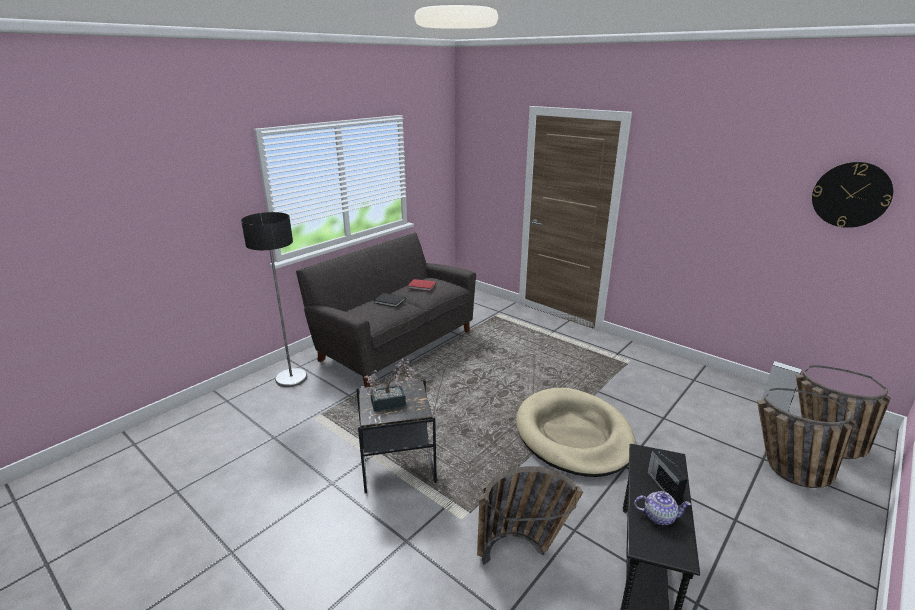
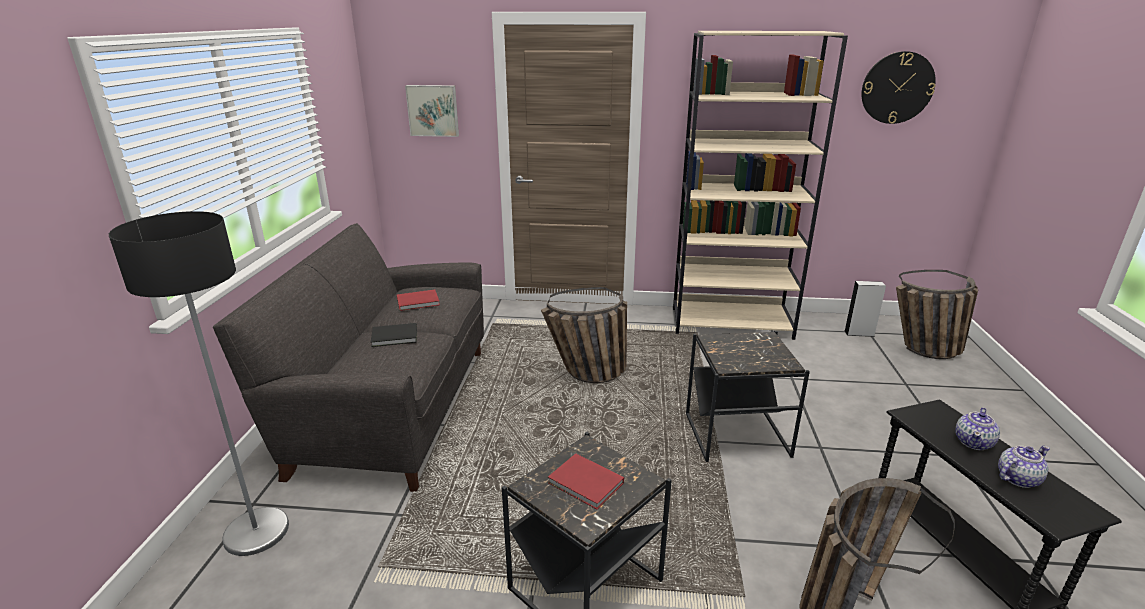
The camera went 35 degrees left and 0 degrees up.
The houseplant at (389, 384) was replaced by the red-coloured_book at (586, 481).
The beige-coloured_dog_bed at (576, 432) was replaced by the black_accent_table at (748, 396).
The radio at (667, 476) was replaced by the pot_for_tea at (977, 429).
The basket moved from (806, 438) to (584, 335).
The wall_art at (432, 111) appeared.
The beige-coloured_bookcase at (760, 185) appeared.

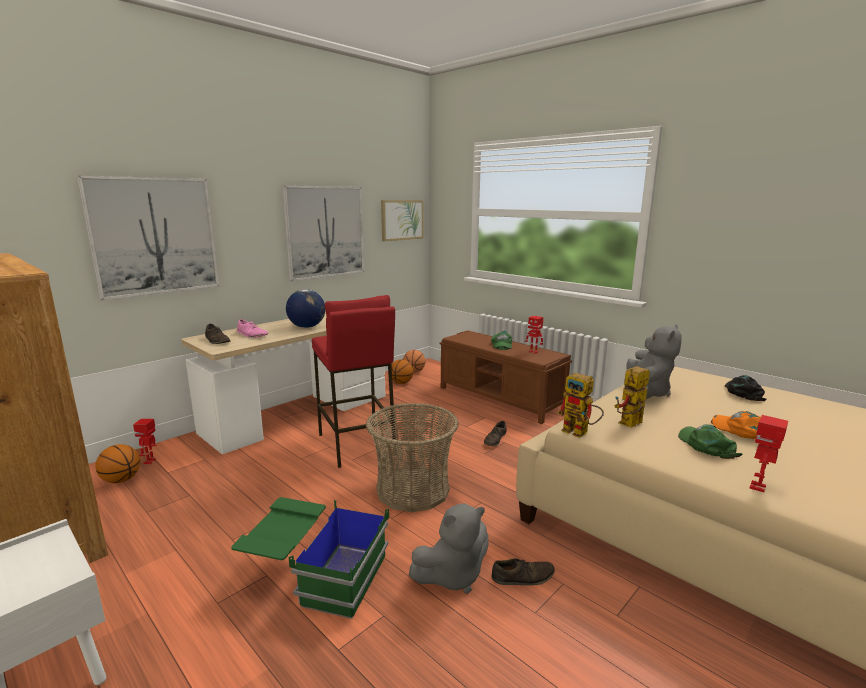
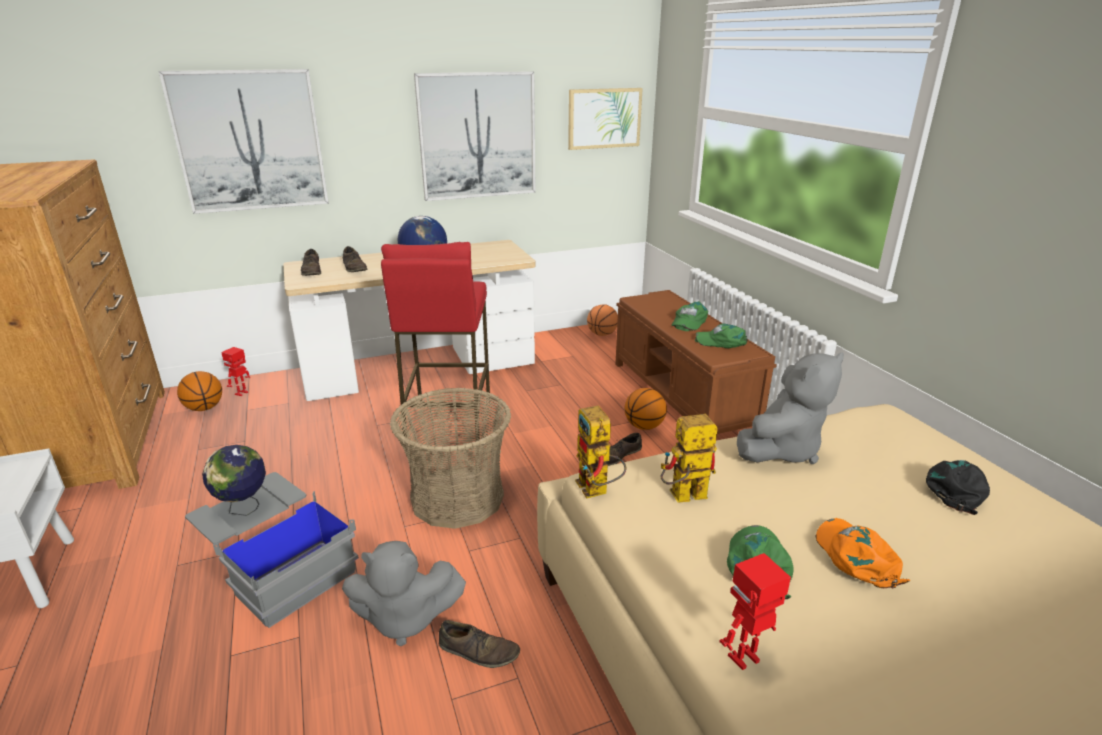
The camera went 25 degrees right and 10 degrees up.
The green_storage_bin at (310, 558) became the gray_storage_bin at (272, 550).
The pink-coloured_item_of_footwear at (252, 328) became the brownish_item_of_footwear at (355, 259).
The basketball_ball moved from (402, 371) to (646, 409).
The robot_figure at (534, 335) was replaced by the green_baseball_cap at (721, 336).
The world_globe at (234, 480) appeared.

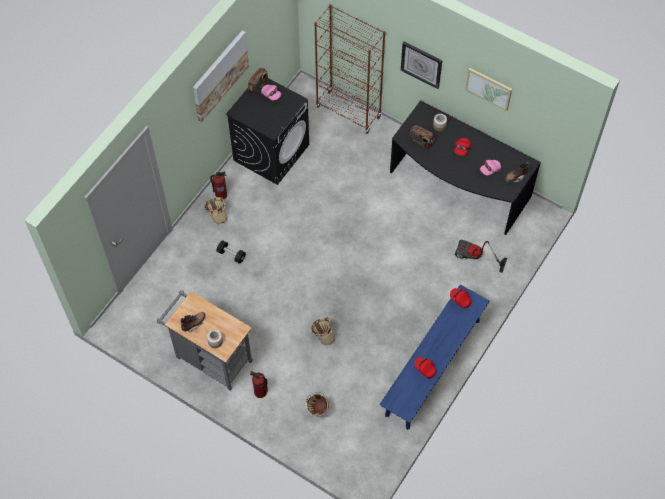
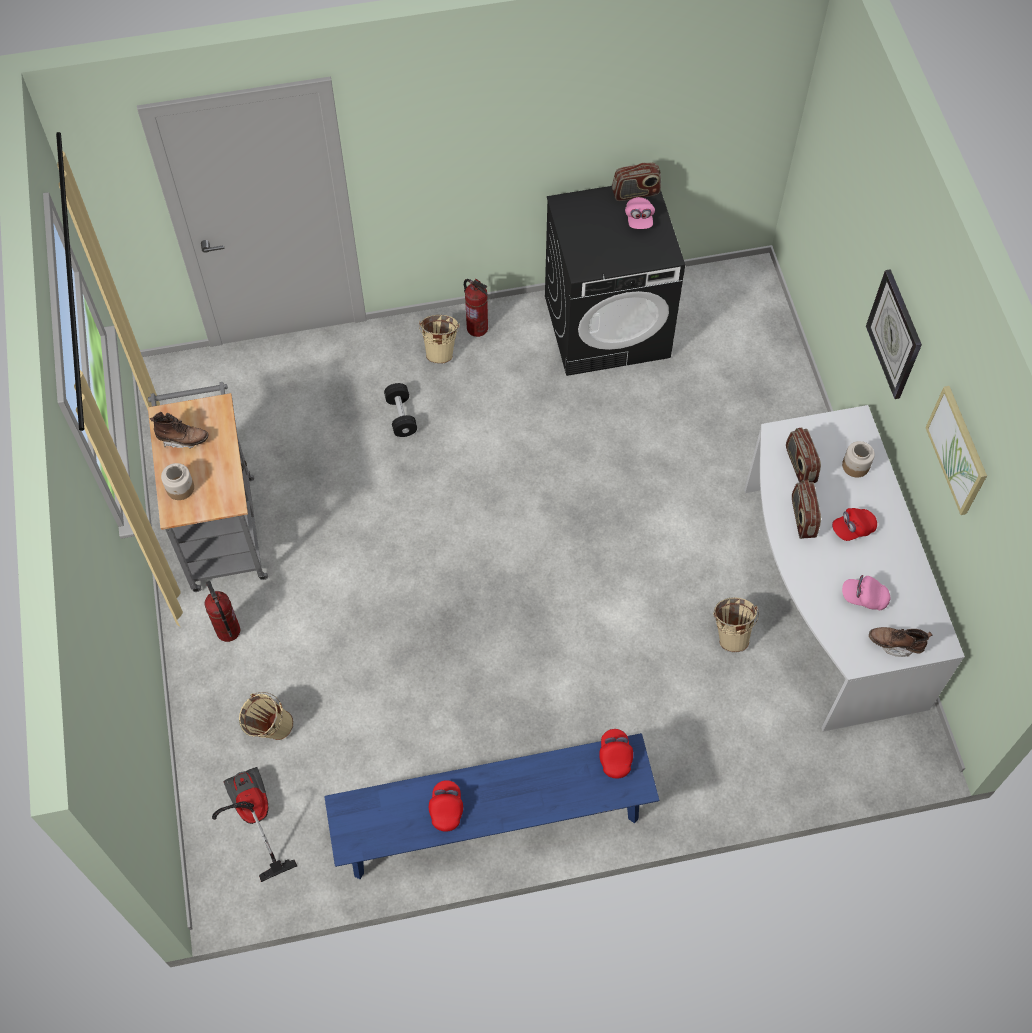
The camera went 45 degrees right and 0 degrees up.
The wall_art at (221, 76) disappeared.
The beige-coloured_water_bucket moved from (323, 331) to (736, 625).
The brownish_bookcase at (349, 69) disappeared.
The black_desk_table at (465, 167) became the whitish_desk_table at (854, 568).
The hoover moved from (481, 256) to (254, 824).
The radio at (806, 509) appeared.

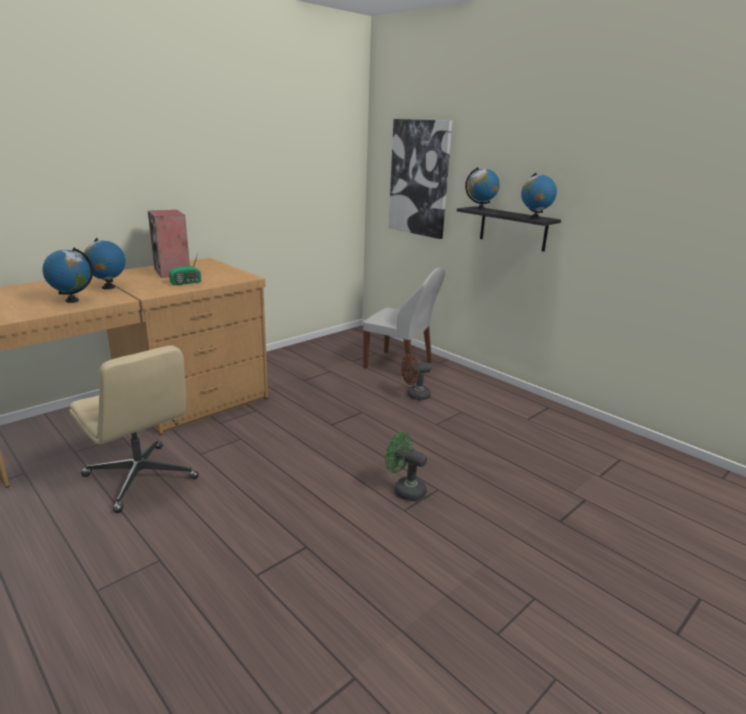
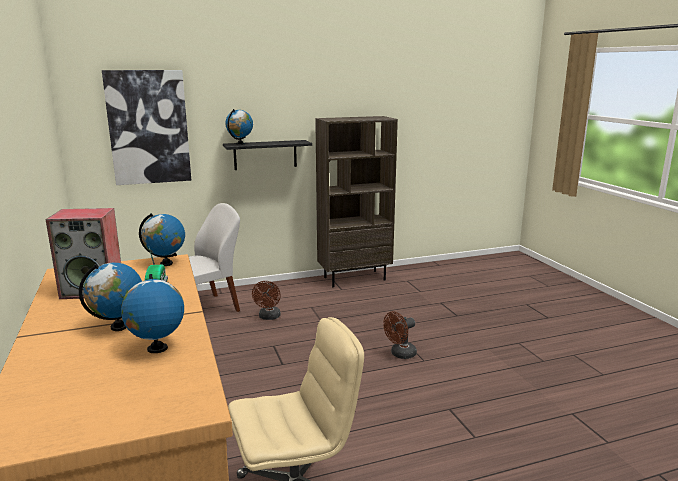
The camera went 65 degrees left and 5 degrees down.
The green_electric_fan at (406, 466) became the brownish_electric_fan at (400, 335).
The world_globe moved from (539, 196) to (162, 239).
The brownish_bookcase at (356, 201) appeared.

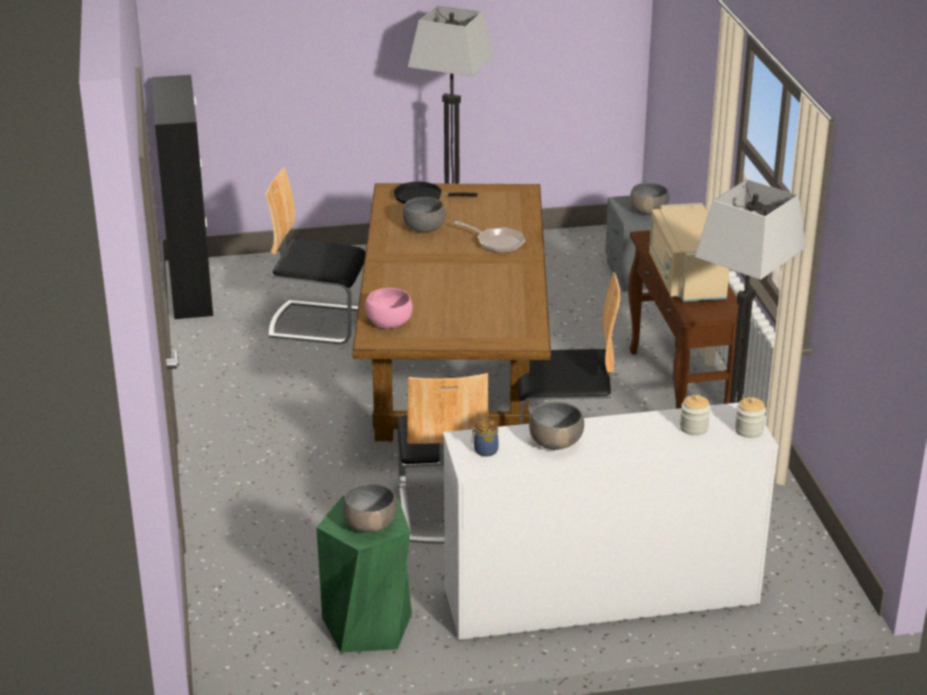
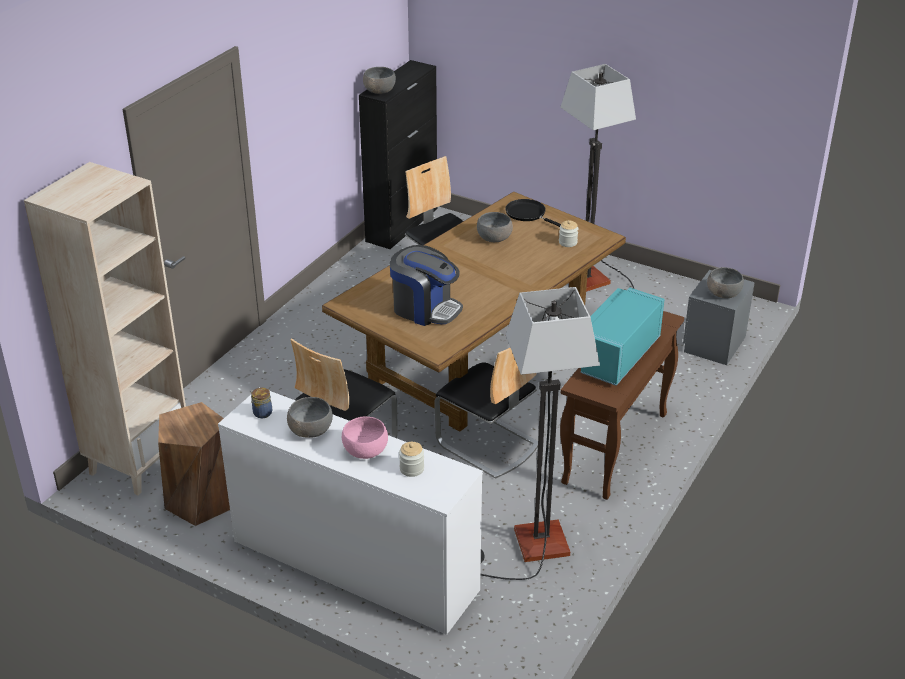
The camera went 40 degrees right and 5 degrees up.
The green_stool_seat at (364, 574) became the brownish_stool_seat at (194, 464).
The gray_serving_bowl moved from (370, 508) to (379, 80).
The pink-coloured_serving_bowl moved from (389, 308) to (365, 437).
The pan at (489, 237) disappeared.
The beige-coloured_kitchen_microwave at (689, 252) became the turquoise-coloured_kitchen_microwave at (623, 336).
The preserve_jar moved from (750, 417) to (568, 233).
The beige-coloured_bookcase at (105, 328) appeared.
The coffee_brewer at (426, 285) appeared.

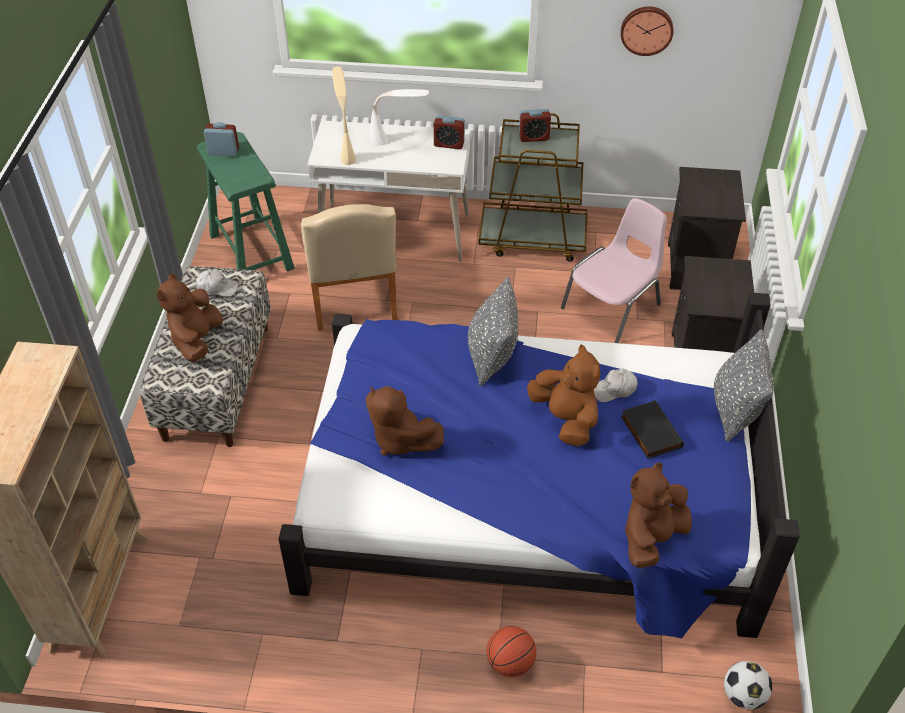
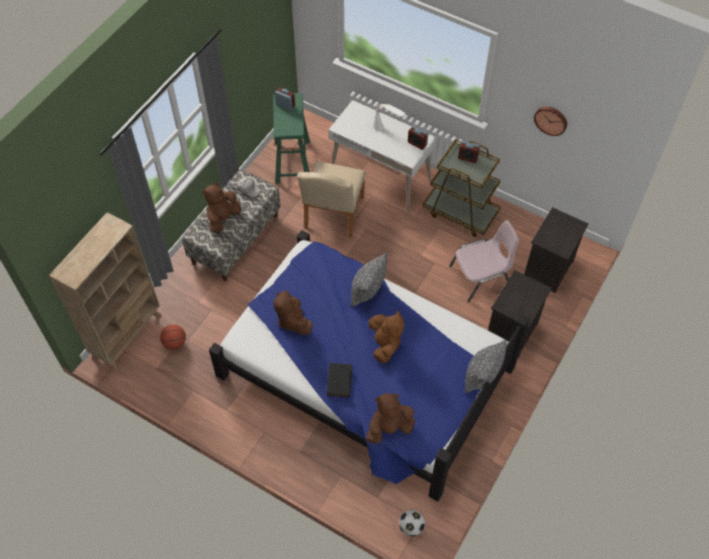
The camera went 25 degrees right and 10 degrees up.
The beige-coloured_table_lamp at (344, 115) disappeared.
The basketball_ball moved from (511, 651) to (173, 337).
The whitish_baseball_cap at (616, 385) disappeared.
The black_book moved from (652, 429) to (339, 380).

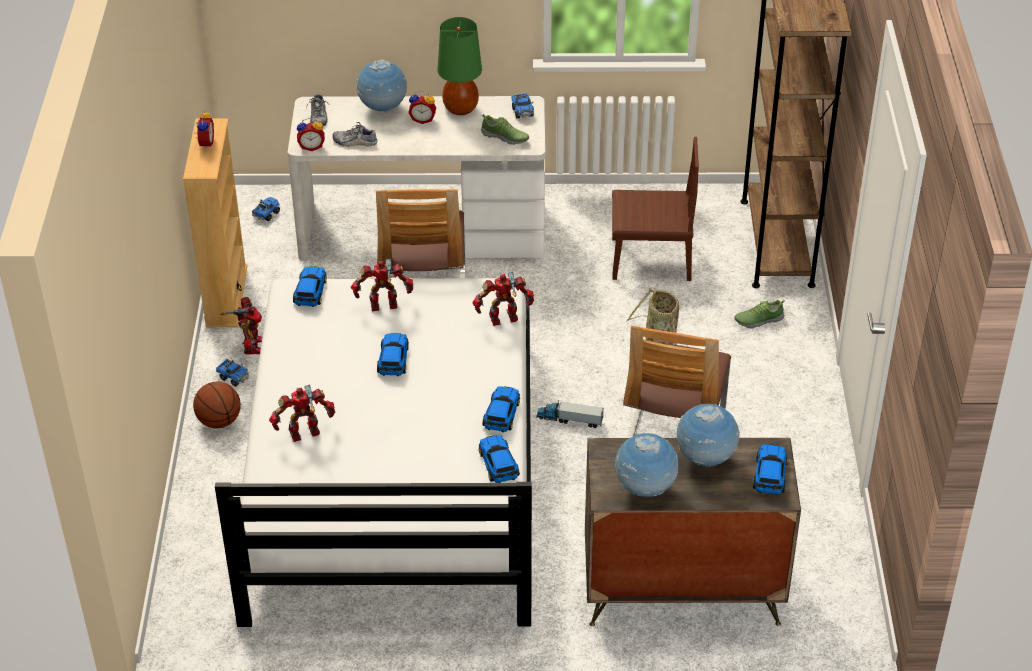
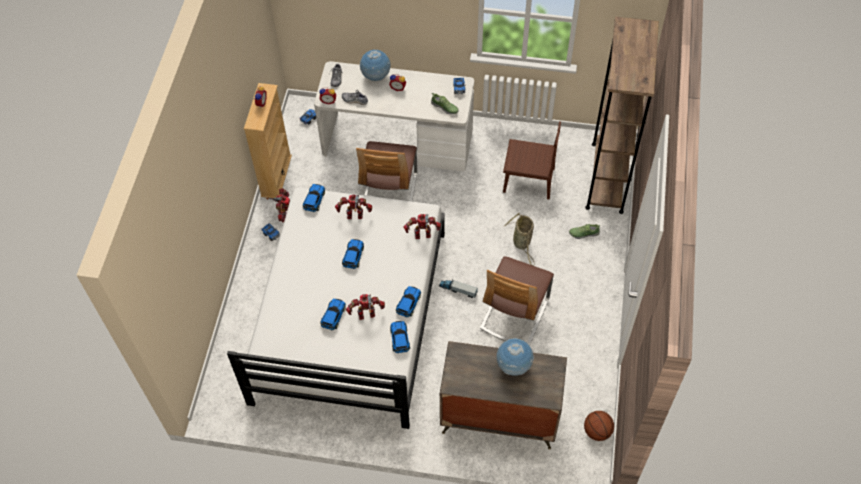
The camera went 10 degrees right and 15 degrees up.
The basketball_ball moved from (217, 405) to (599, 426).
The robot_figure moved from (302, 413) to (365, 307).
The green_table_lamp at (459, 66) disappeared.
The world_globe at (647, 465) disappeared.
The model_car moved from (770, 469) to (333, 314).

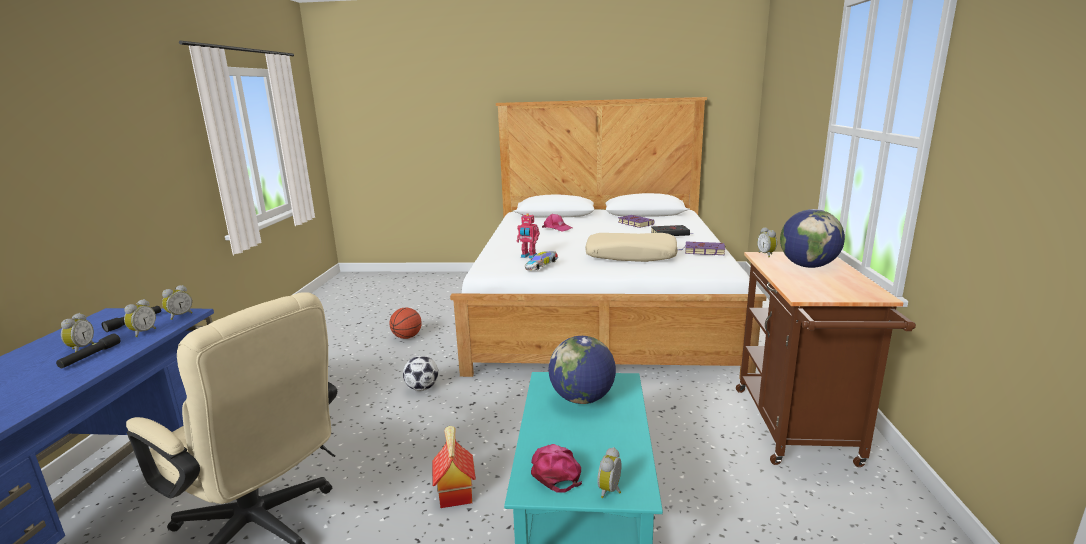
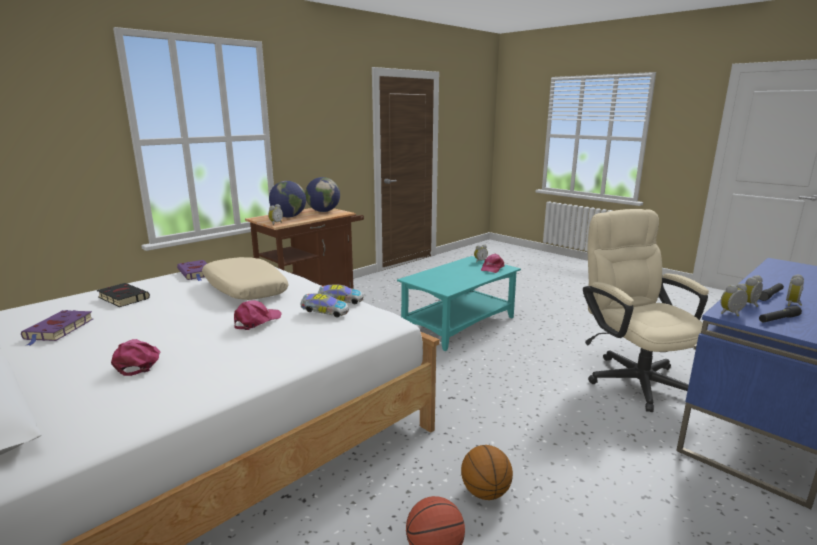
The camera went 140 degrees left and 0 degrees up.
The football at (421, 373) disappeared.
The miniature_house at (454, 467) disappeared.
The robot_figure at (528, 236) was replaced by the model_car at (324, 305).
The world_globe moved from (582, 370) to (322, 194).
The pink-coloured_baseball_cap at (258, 315) appeared.
The basketball_ball at (487, 472) appeared.

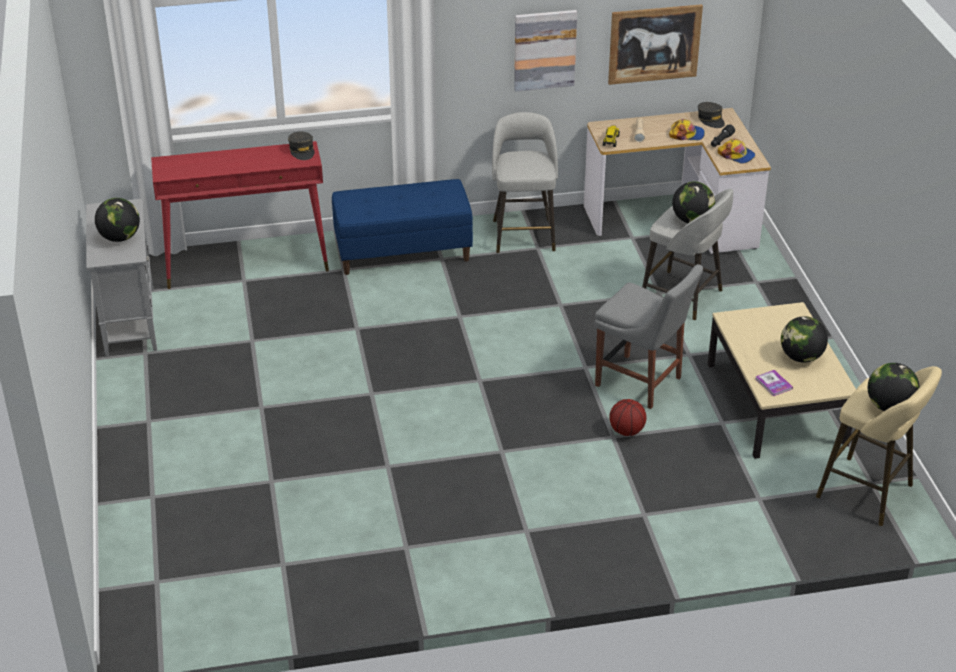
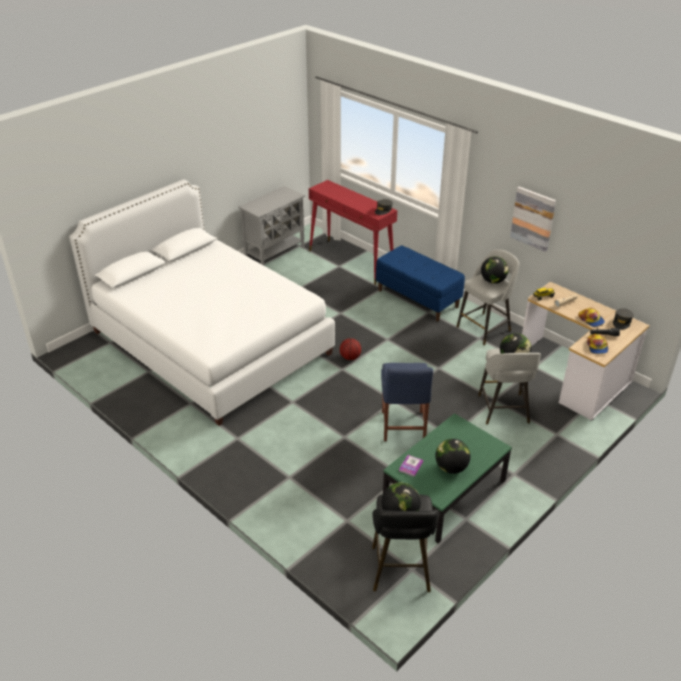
The camera went 55 degrees right and 0 degrees up.
The world_globe moved from (117, 220) to (494, 270).
The gray_plain_chair at (649, 336) became the bluish_plain_chair at (407, 402).
The wall_art at (655, 44) disappeared.
The basketball_ball moved from (627, 417) to (350, 349).
The beige-coloured_low_table at (782, 380) became the green_low_table at (447, 478).
The beige-coloured_stool_seat at (879, 446) became the black_stool_seat at (405, 543).
The whitish_bedroom_bed at (202, 302) appeared.

